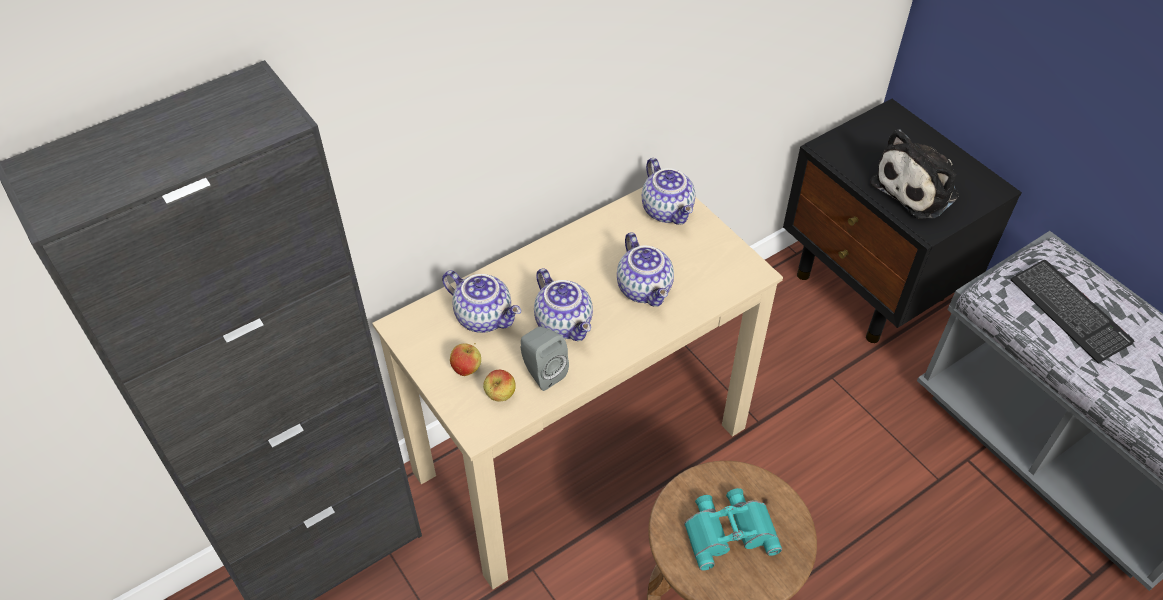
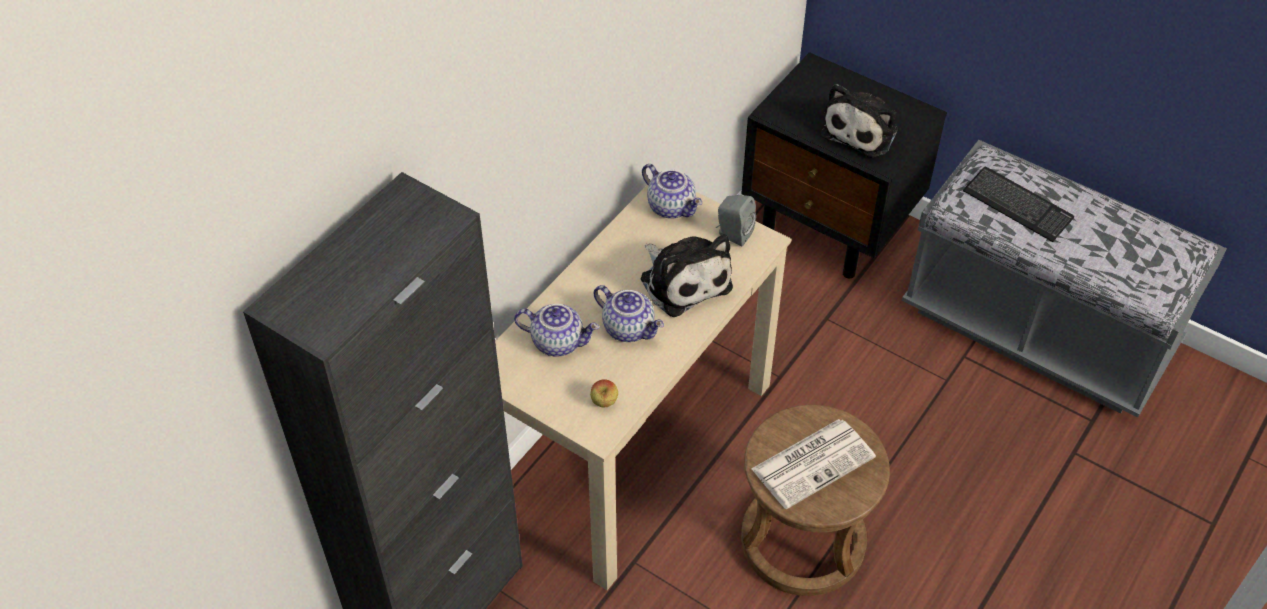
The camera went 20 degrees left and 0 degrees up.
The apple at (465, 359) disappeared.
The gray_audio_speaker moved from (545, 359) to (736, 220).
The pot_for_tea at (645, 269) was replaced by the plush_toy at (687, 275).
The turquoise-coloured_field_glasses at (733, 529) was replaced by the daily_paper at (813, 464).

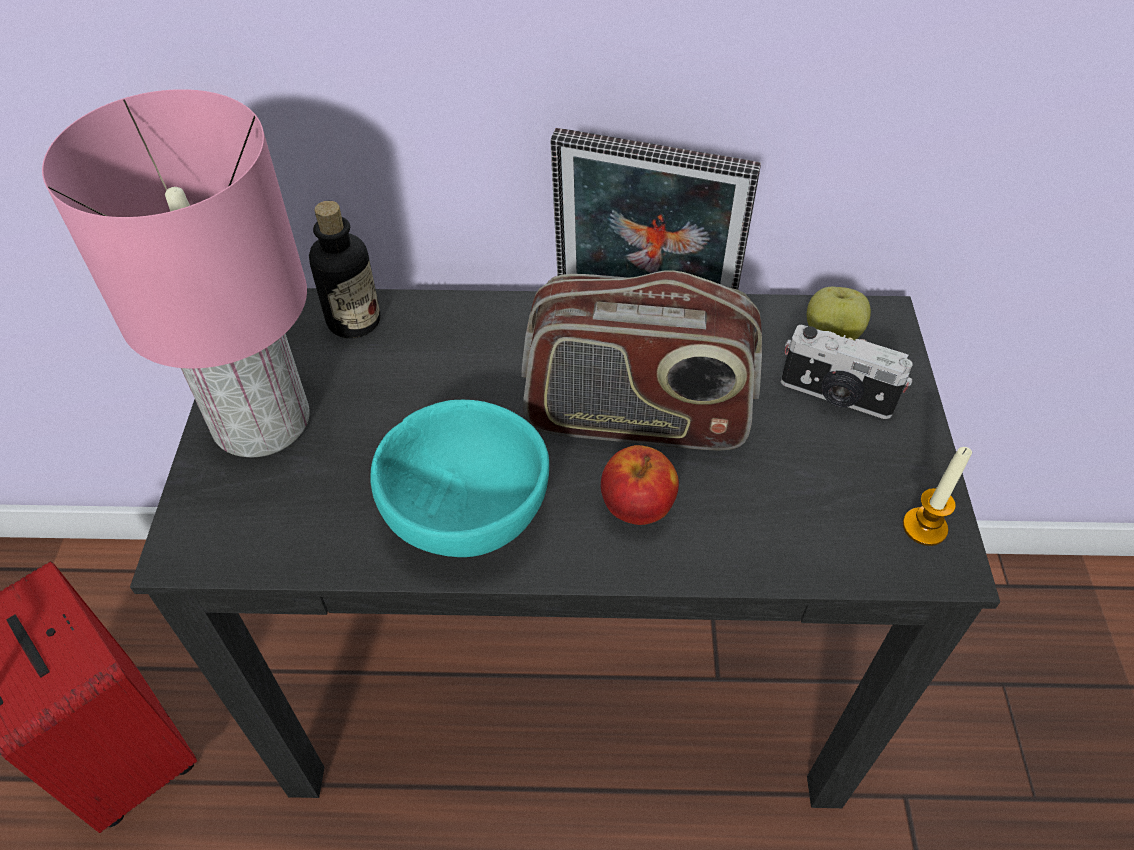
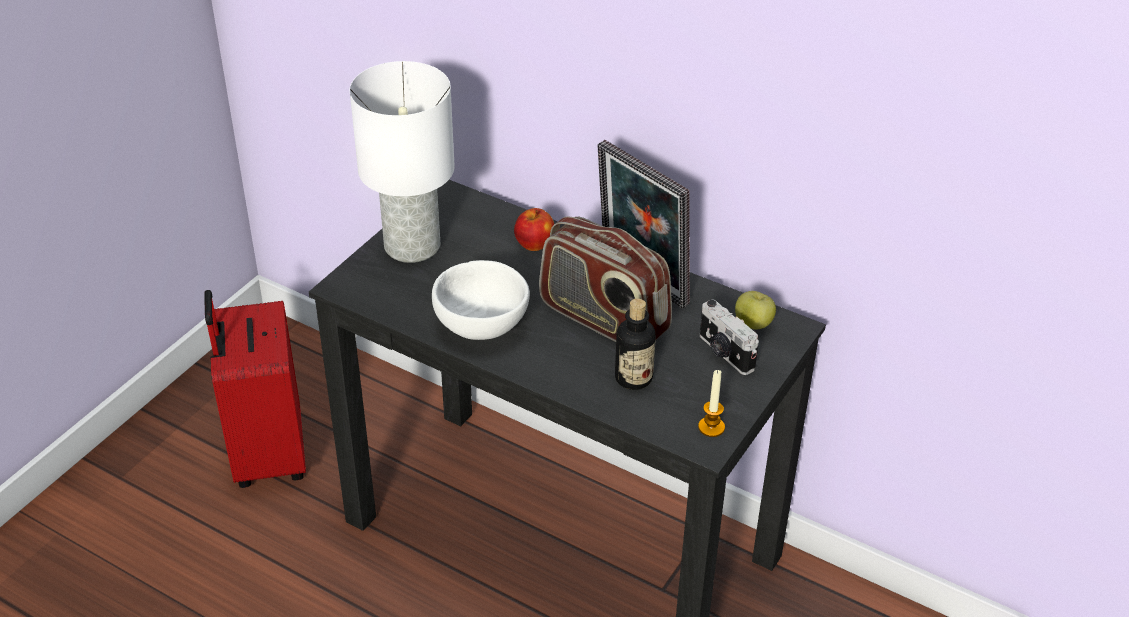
The camera went 30 degrees right and 10 degrees down.
The pink-coloured_table_lamp at (176, 273) became the whitish_table_lamp at (402, 162).
The beverage_bottle moved from (345, 269) to (635, 344).
The turquoise-coloured_serving_bowl at (460, 478) became the whitish_serving_bowl at (481, 300).
The apple moved from (640, 485) to (534, 229).

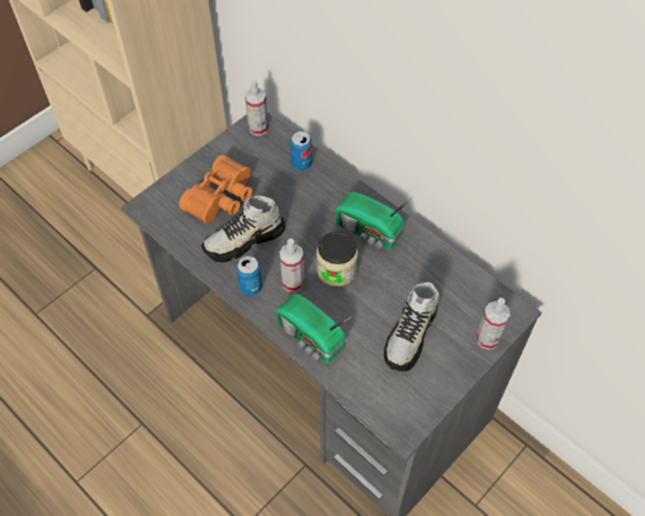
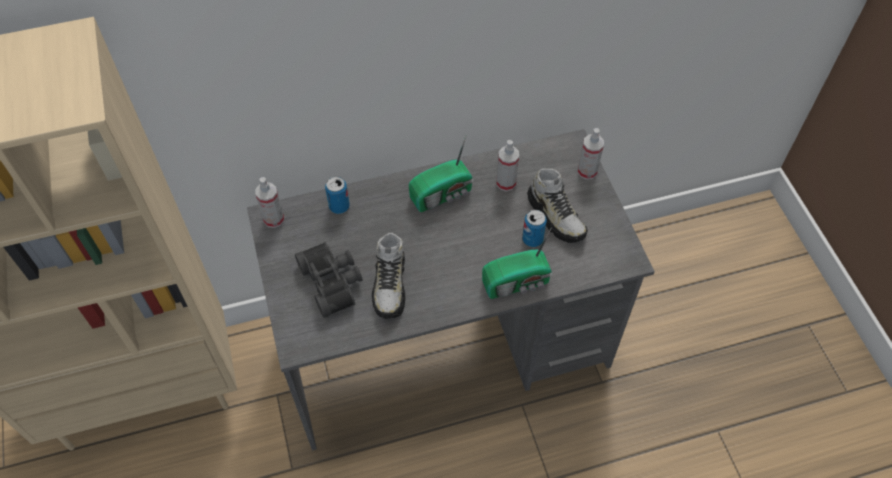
The camera went 60 degrees left and 0 degrees up.
The orangey_field_glasses at (216, 189) became the black_field_glasses at (329, 280).
The sealed_can moved from (249, 276) to (534, 228).
The spray_bottle moved from (291, 265) to (507, 166).
The preserve_jar at (337, 259) disappeared.

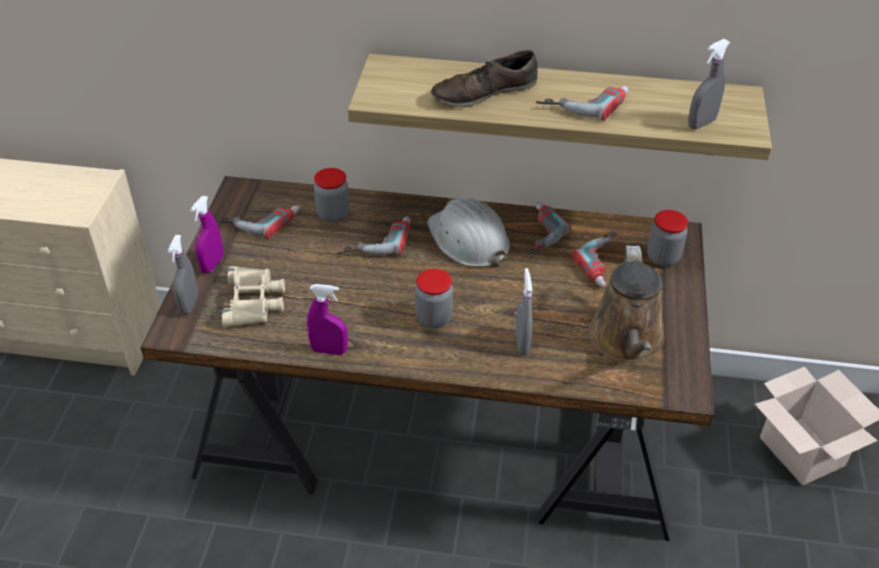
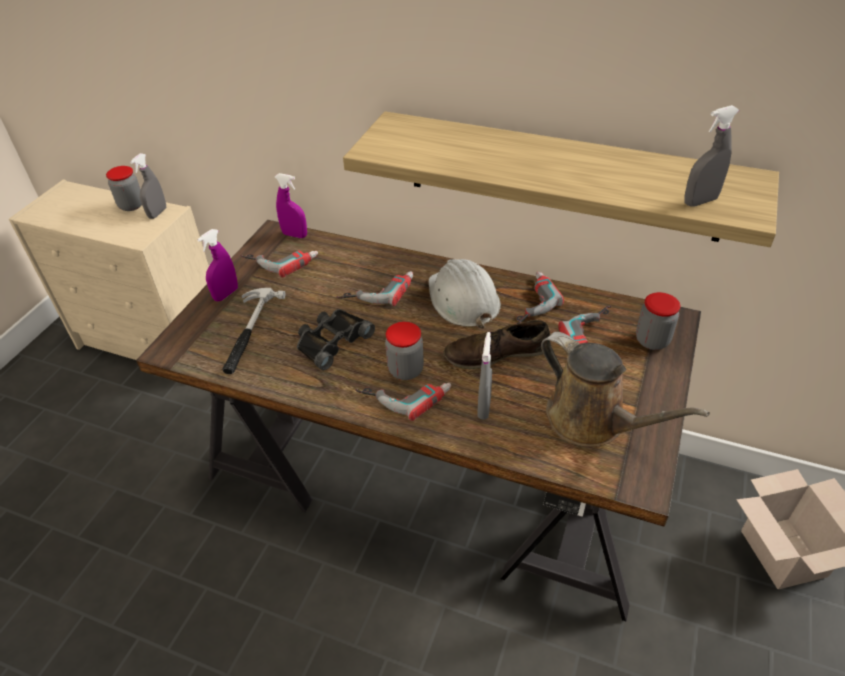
The camera went 15 degrees right and 0 degrees up.
The gray_spray_bottle moved from (183, 275) to (148, 186).
The beige-coloured_field_glasses at (253, 296) was replaced by the hammer at (254, 331).
The purple-coloured_spray_bottle moved from (327, 319) to (291, 205).
The preserve_jar moved from (331, 195) to (124, 188).
The brownish_item_of_footwear moved from (484, 79) to (497, 344).
The drill moved from (582, 103) to (403, 402).
The brownish_watering_pot at (626, 303) turned 60 degrees counterclockwise.
The black_field_glasses at (336, 339) appeared.

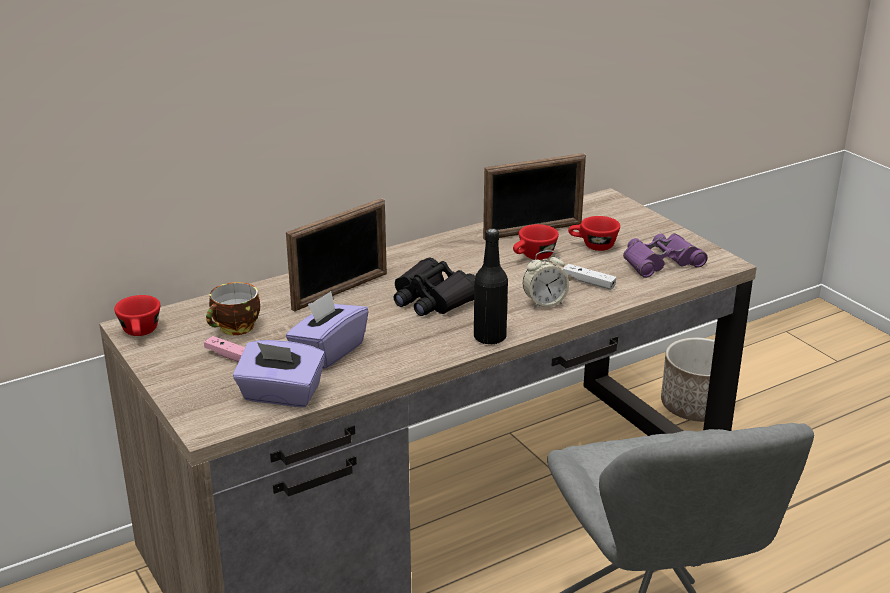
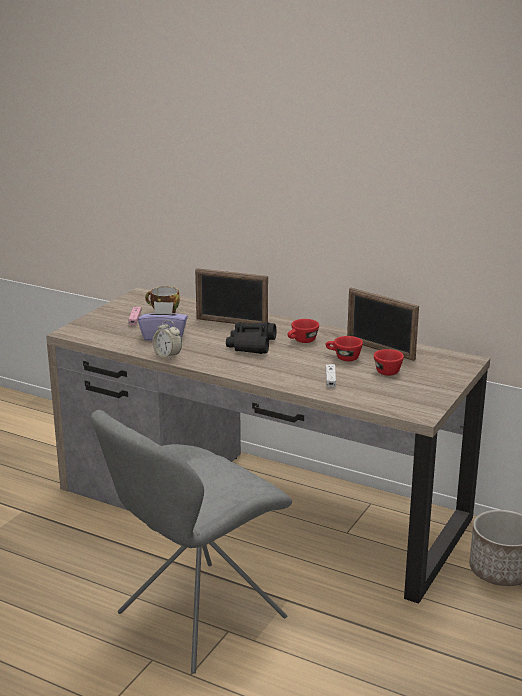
The camera went 60 degrees right and 5 degrees down.
The red-coloured_drinking_cup moved from (137, 315) to (303, 331).
The purple-coloured_tissue_box at (279, 373) disappeared.
The black_beverage_bottle at (491, 286) disappeared.
The table_clock moved from (546, 279) to (167, 340).
The purple-coloured_field_glasses at (665, 255) disappeared.

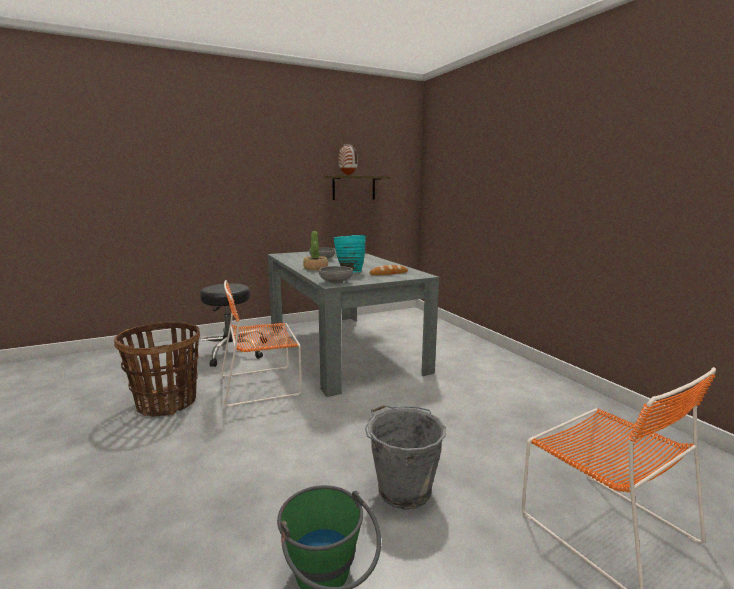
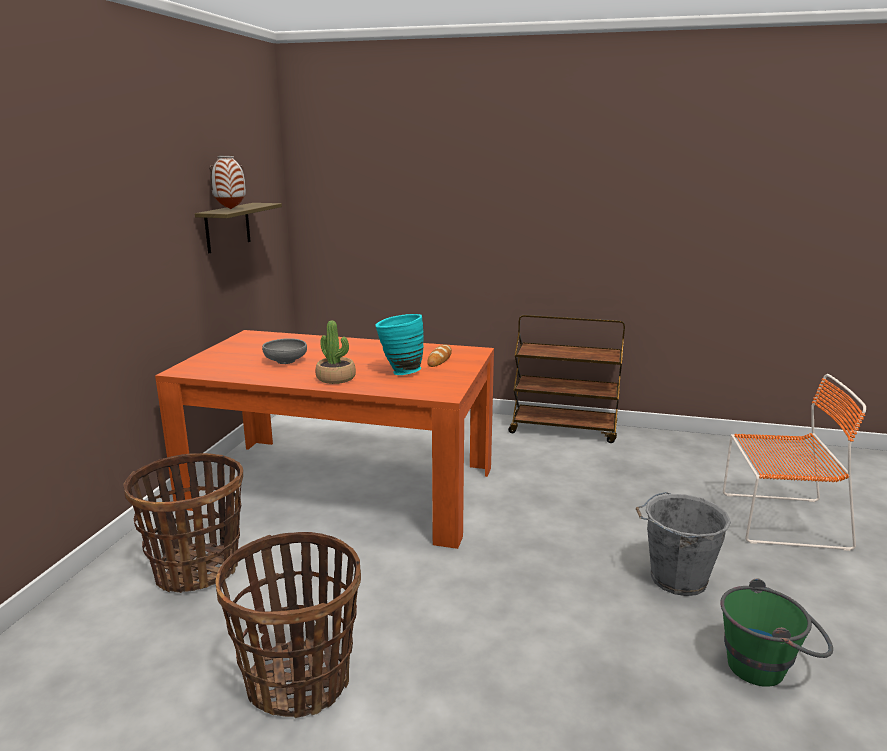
The camera went 50 degrees left and 5 degrees up.
The black_stool_seat at (227, 325) was replaced by the basket at (183, 523).
The orangey_plain_chair at (261, 343) disappeared.
The gray_kitchen_table at (353, 323) became the orangey_kitchen_table at (324, 439).
The gray_serving_bowl at (336, 275) disappeared.
The brownish_wheeled_cart at (566, 379) appeared.

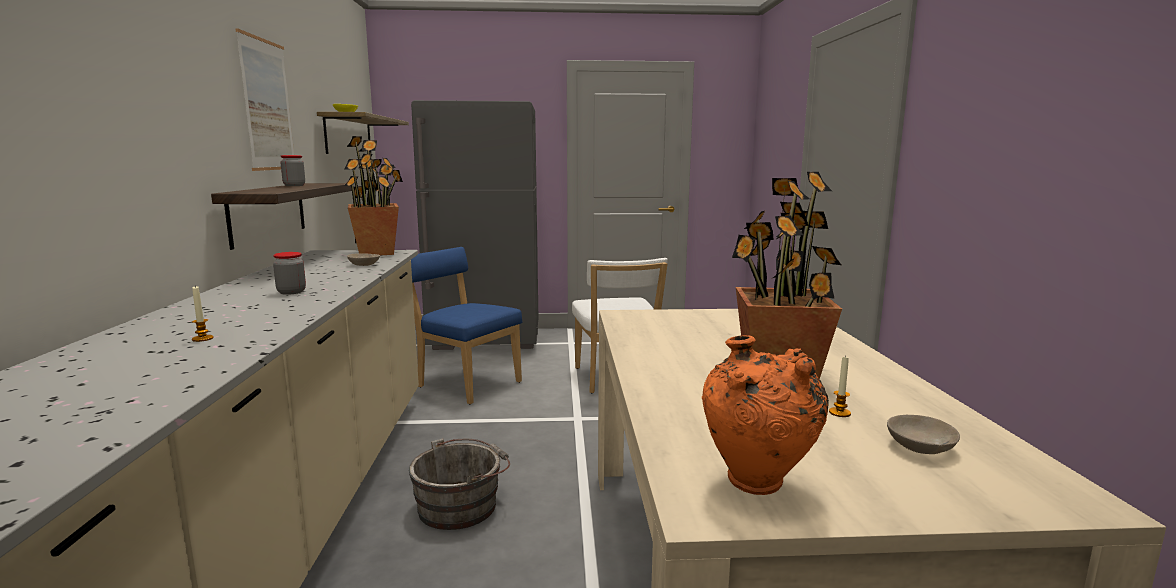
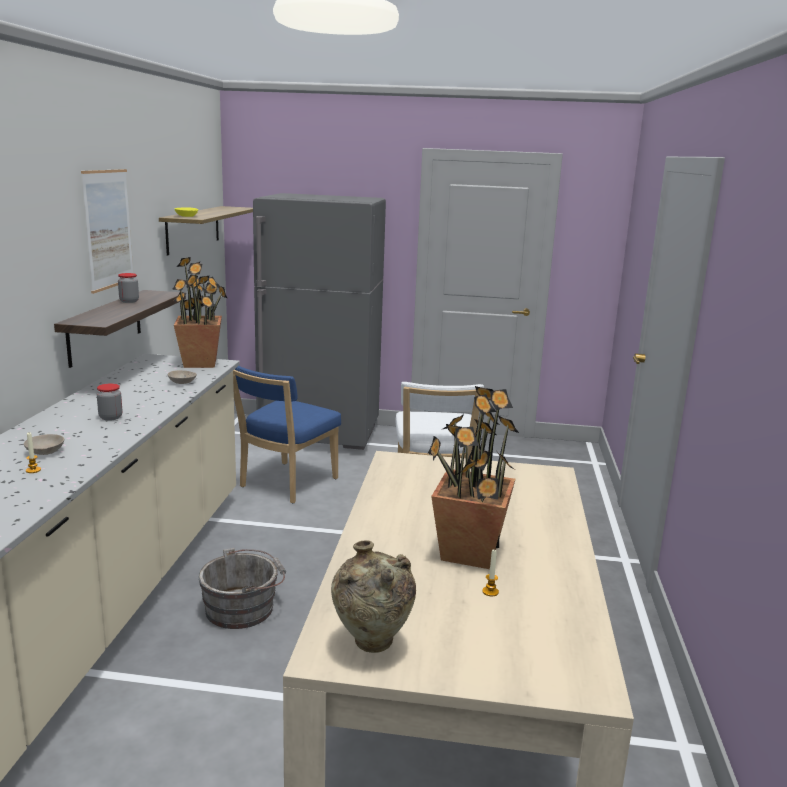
The camera went 10 degrees right and 5 degrees up.
The bluish_plain_chair at (466, 325) turned 105 degrees counterclockwise.
The orangey_flower_vase at (765, 415) became the beige-coloured_flower_vase at (373, 596).
The beige-coloured_serving_bowl moved from (923, 434) to (44, 444).

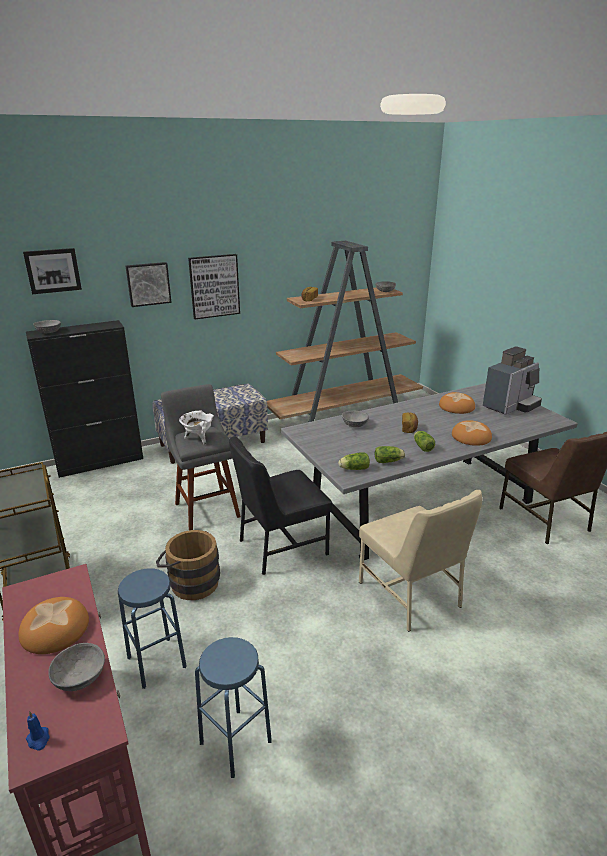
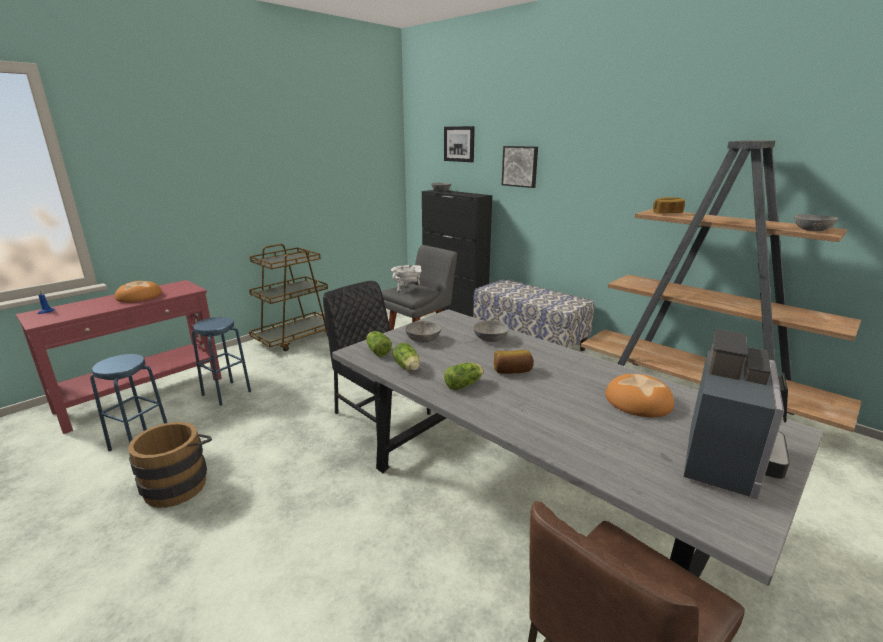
The camera went 70 degrees right and 5 degrees down.
The gray_serving_bowl moved from (76, 667) to (423, 331).
The brownish_water_bucket moved from (188, 565) to (170, 465).
The wall_art at (214, 286) disappeared.
The beige-coloured_plain_chair at (420, 561) disappeared.
The baked_bread at (472, 433) disappeared.
The coffee_brewer at (512, 380) turned 90 degrees counterclockwise.

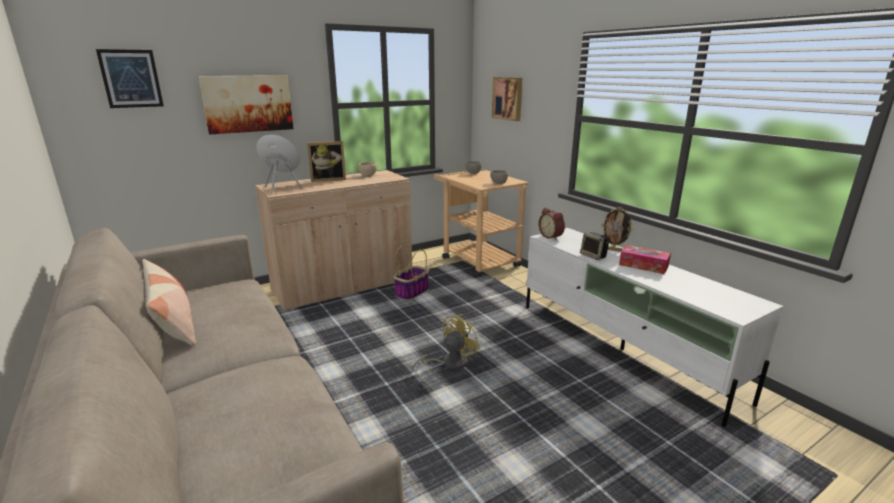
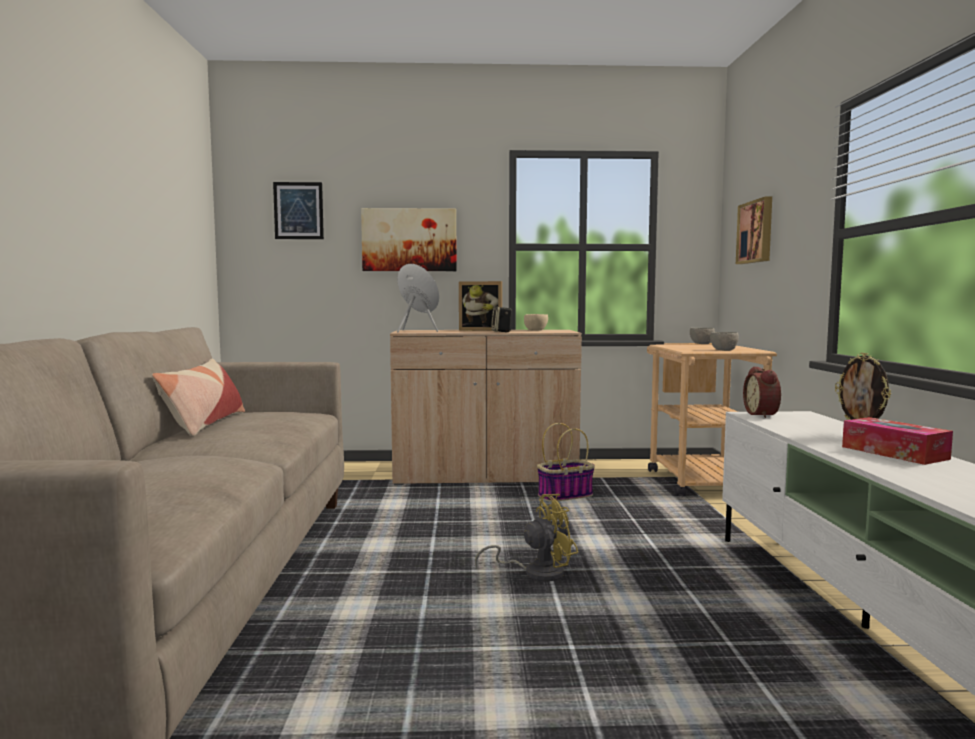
The camera went 30 degrees right and 15 degrees down.
The audio_speaker moved from (595, 246) to (501, 319).

